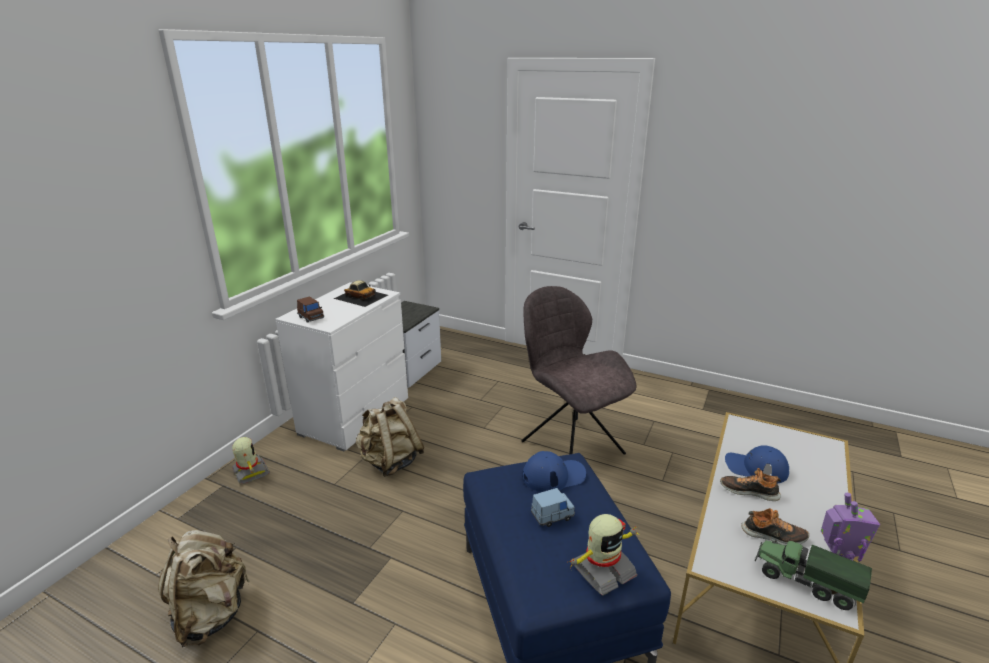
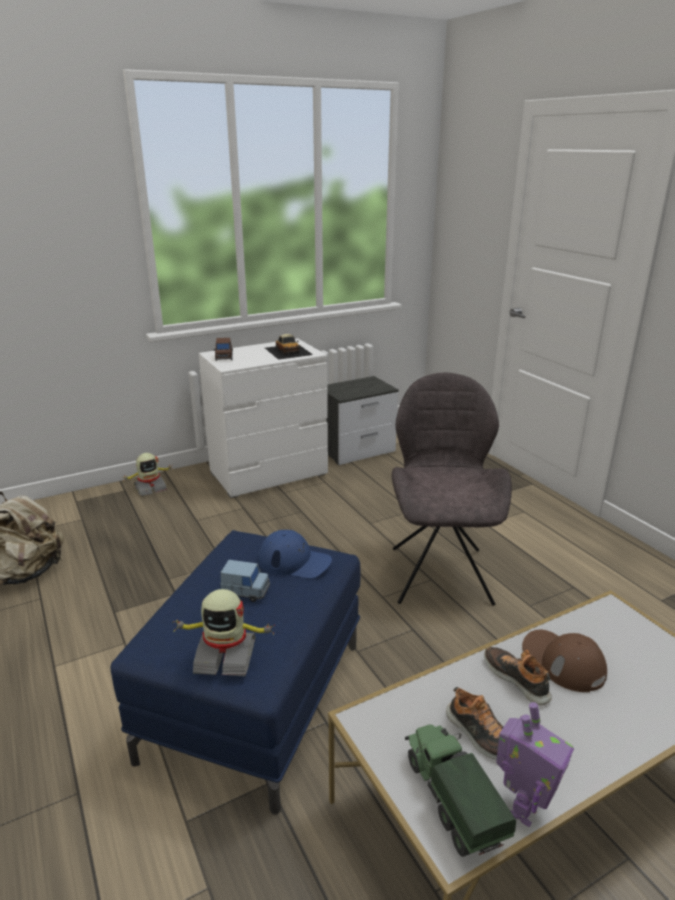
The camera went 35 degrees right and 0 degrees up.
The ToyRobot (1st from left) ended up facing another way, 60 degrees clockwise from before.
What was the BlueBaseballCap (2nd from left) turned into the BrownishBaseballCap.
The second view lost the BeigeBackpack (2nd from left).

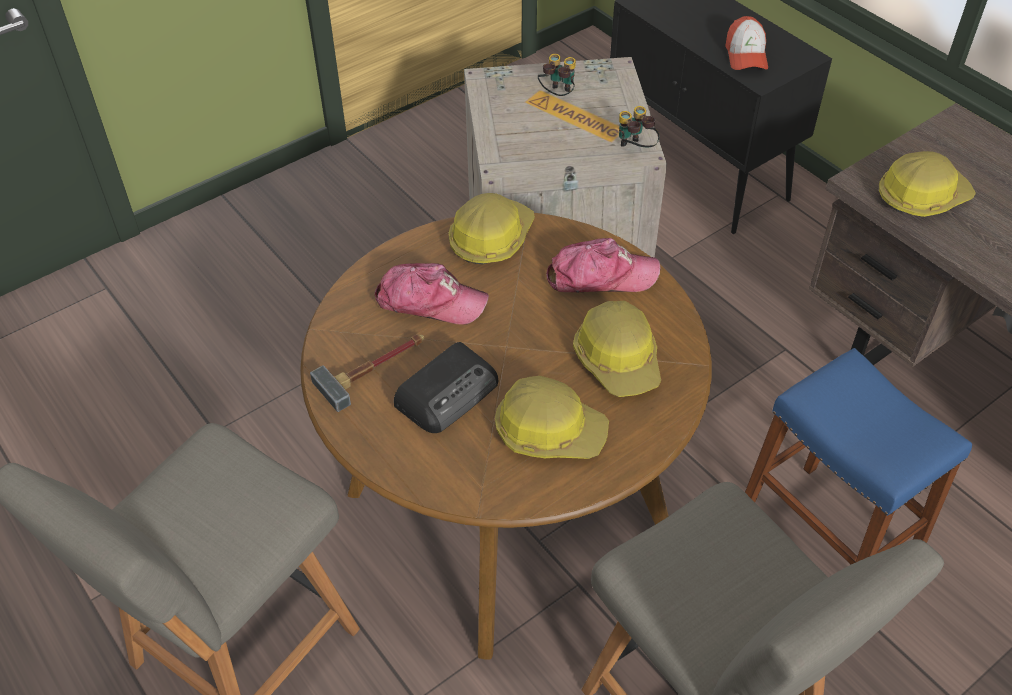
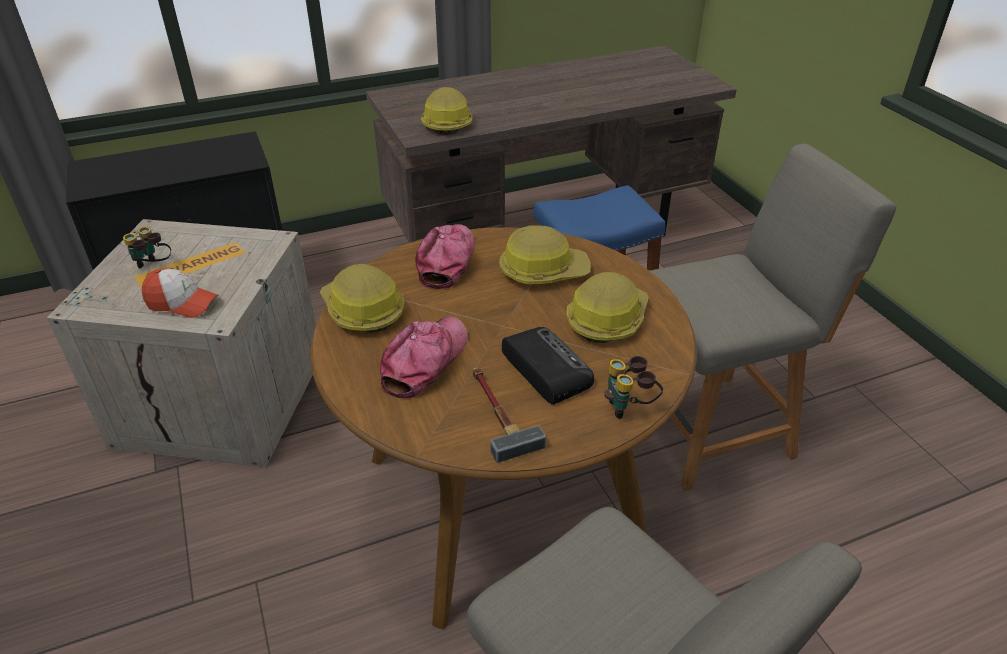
The camera went 75 degrees left and 10 degrees down.
The BaseballCap (3rd from left in the first image) ended up elsewhere.
The Binoculars (2nd from left) ended up elsewhere.

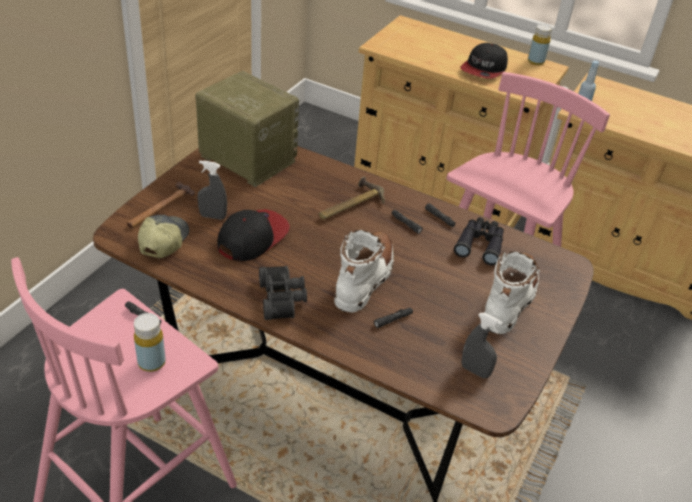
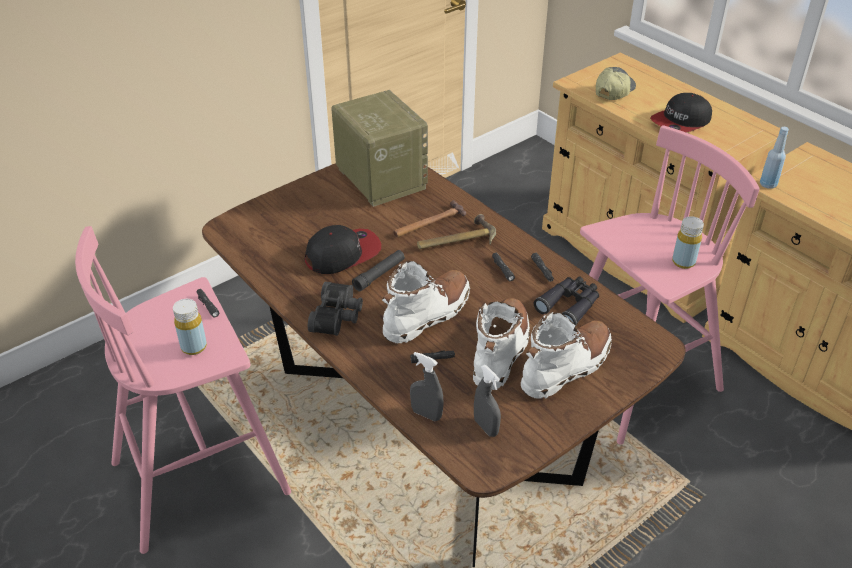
The camera went 25 degrees right and 0 degrees up.
The second view gained the BlackishHandTorch (2nd from left).
The ToolHammer (1st from left) ended up elsewhere.
The GraySprayBottle (1st from left) ended up elsewhere.
The second view gained the WhiteTallBoot (2nd from left).
The BaseballCap (1st from left in the first image) ended up elsewhere.
The YellowBeverageBottle (2nd from left) ended up elsewhere.

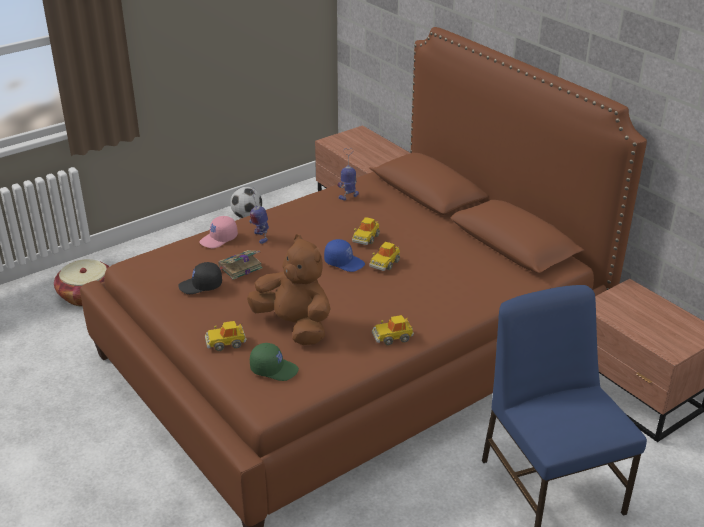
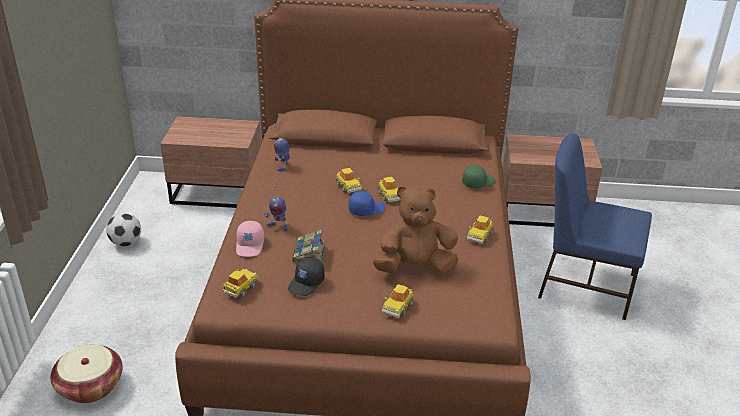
The camera went 50 degrees left and 0 degrees up.
The second view gained the ModelCar (1st from left).
The GreenBaseballCap ended up elsewhere.

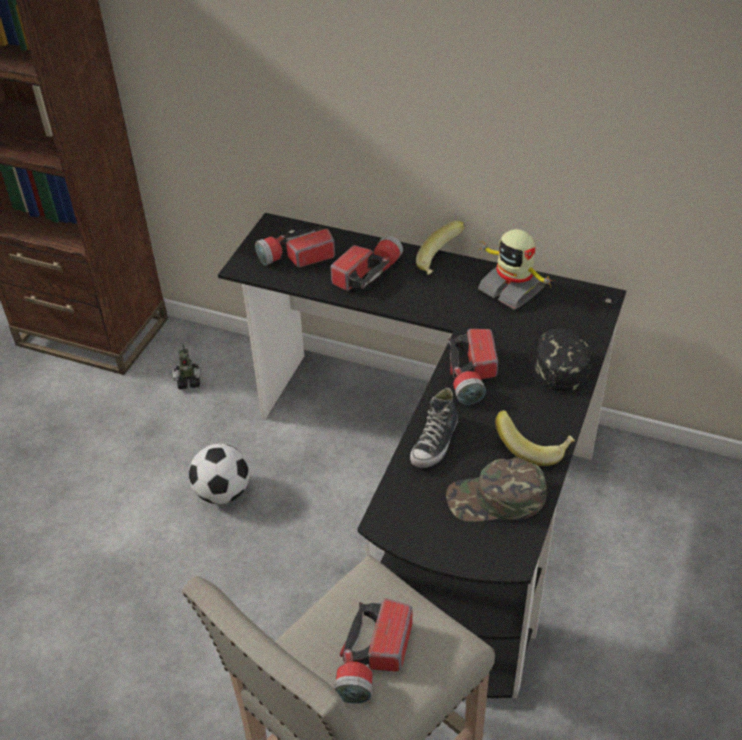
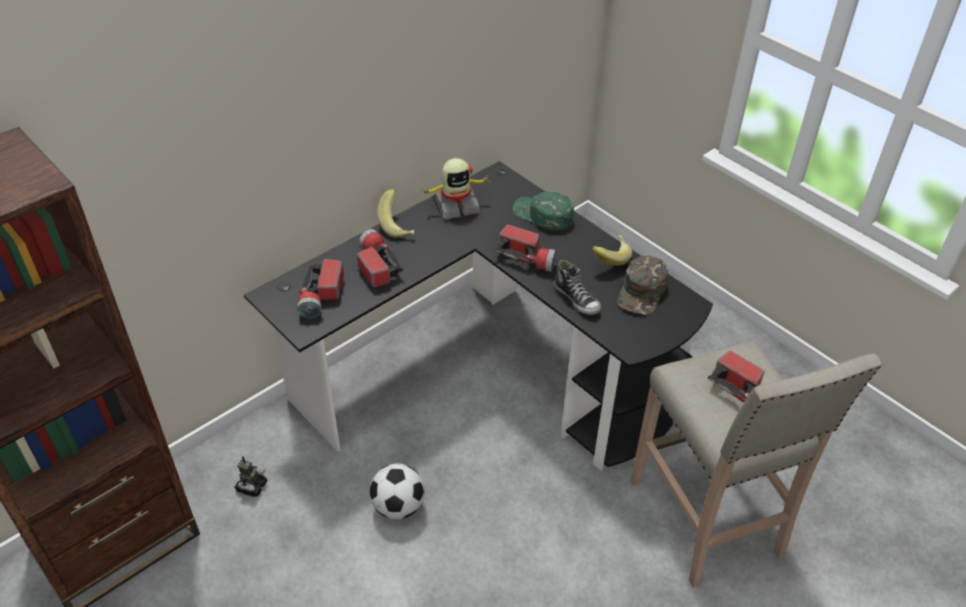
The camera went 65 degrees left and 0 degrees up.
What was the BlackishBaseballCap turned into the GreenBaseballCap (1st from left).

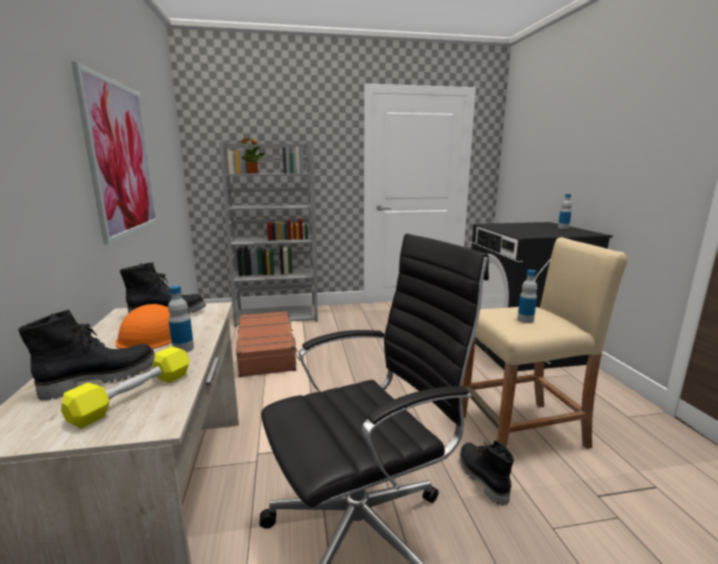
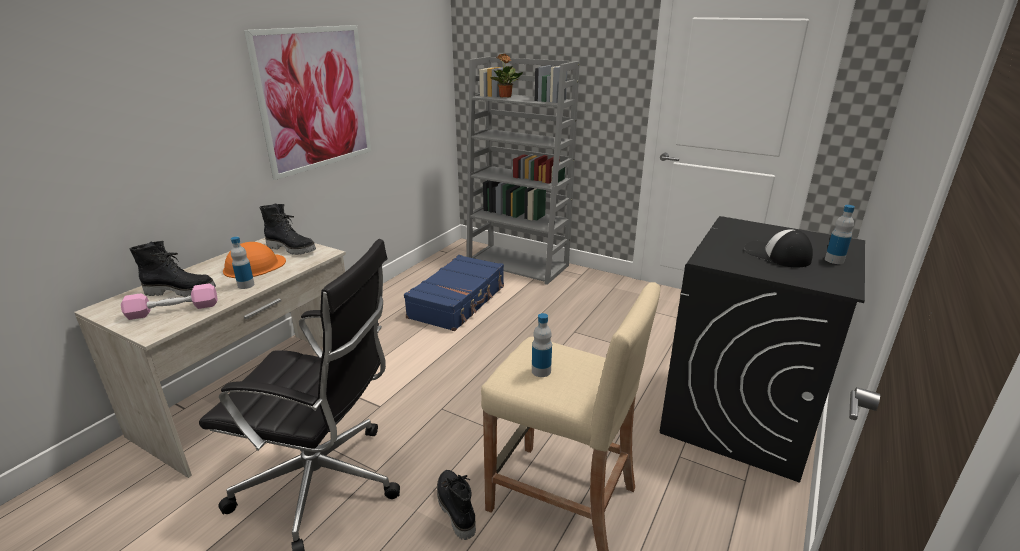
The camera went 40 degrees right and 10 degrees up.
What was the YellowHandWeight turned into the PinkHandWeight.
What was the BrownishPieceOfLuggage turned into the BluePieceOfLuggage.
The BlackishTallBoot (3rd from left) ended up facing another way, 45 degrees counterclockwise from before.
The second view gained the BaseballCap.

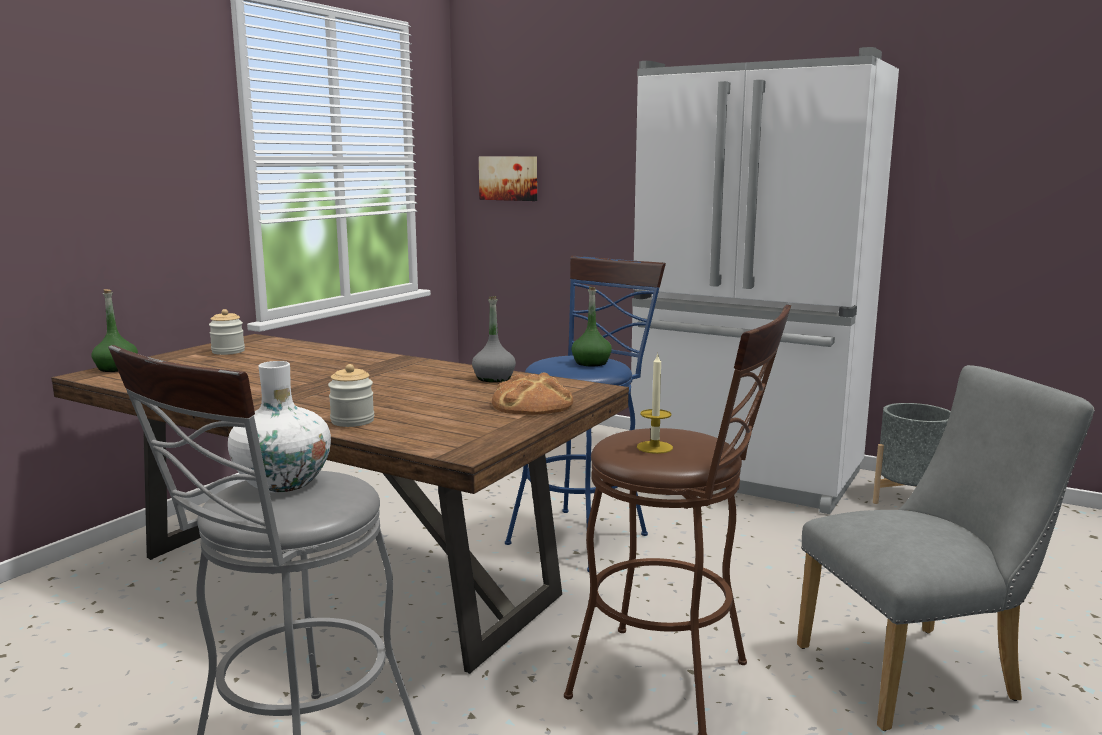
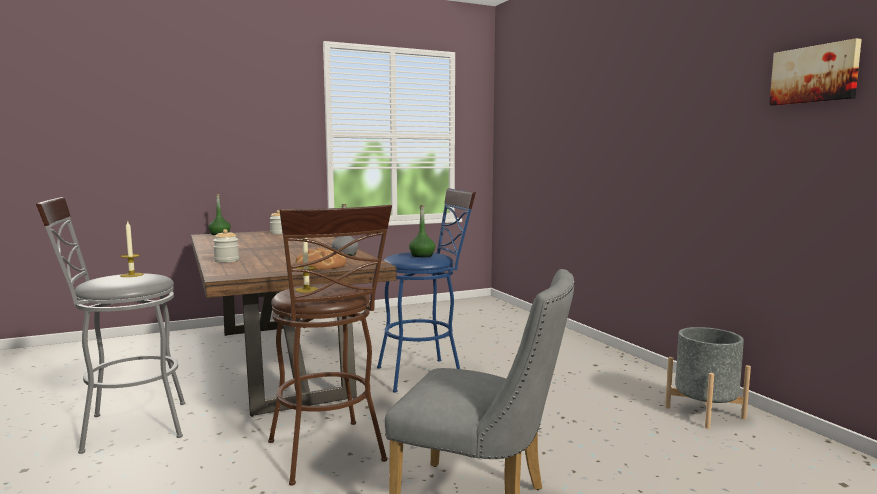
The camera went 35 degrees right and 5 degrees down.
Where the WhiteVase stood, the Candle (1st from left) came to stand.
The WallPicture ended up elsewhere.
The second view lost the WhiteRefrigerator.

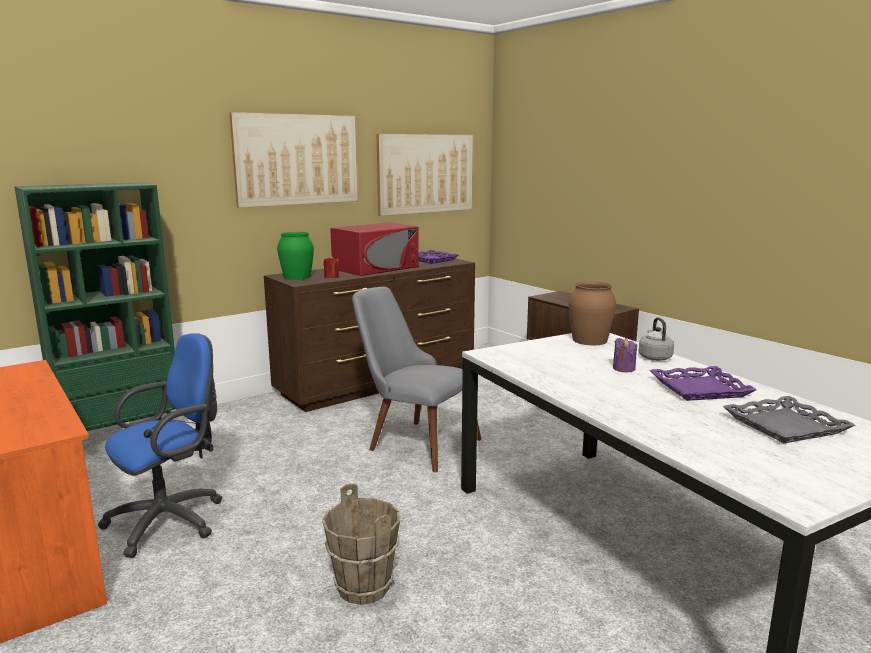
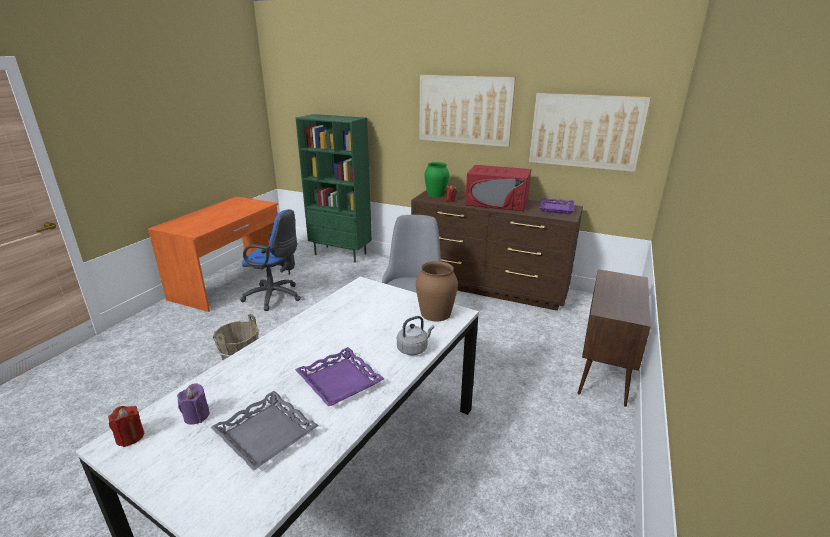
The camera went 60 degrees right and 10 degrees up.
The second view gained the RedCandle (1st from left).
The PurplishCandle ended up elsewhere.

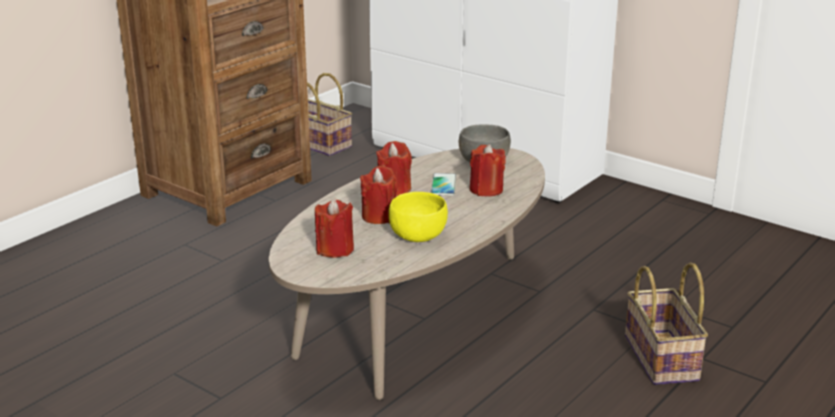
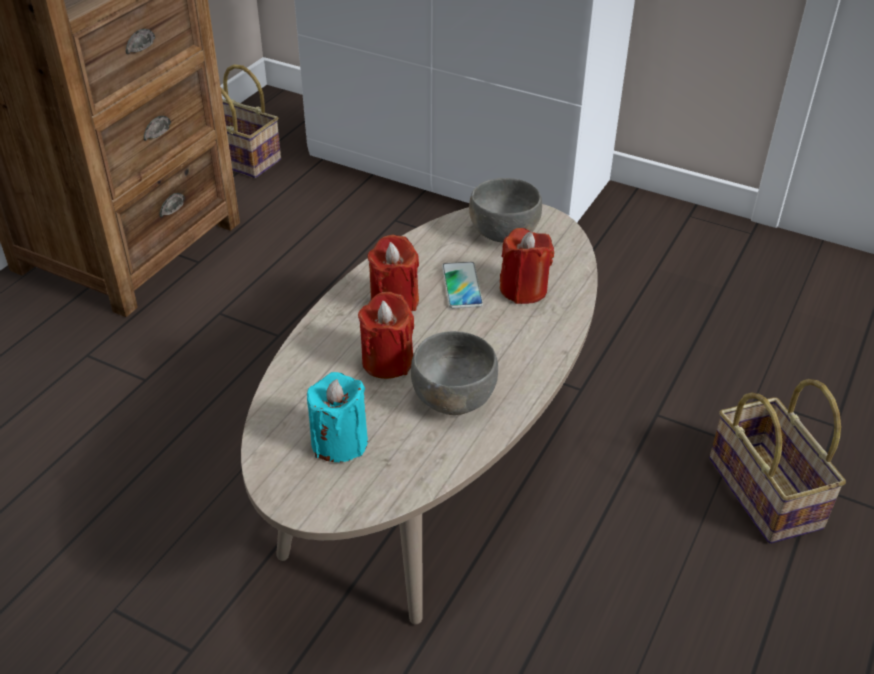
The camera went 10 degrees left and 15 degrees up.
What was the RedCandle (1st from left) turned into the BlueGreenCandle.
What was the YellowServingBowl turned into the GrayServingBowl (1st from left).

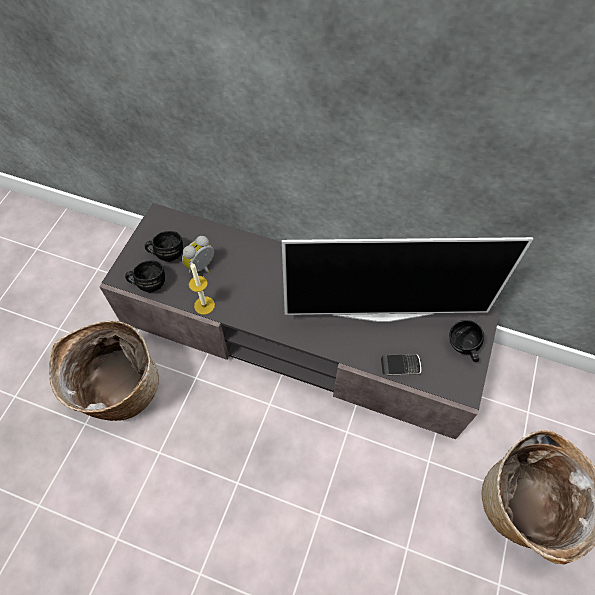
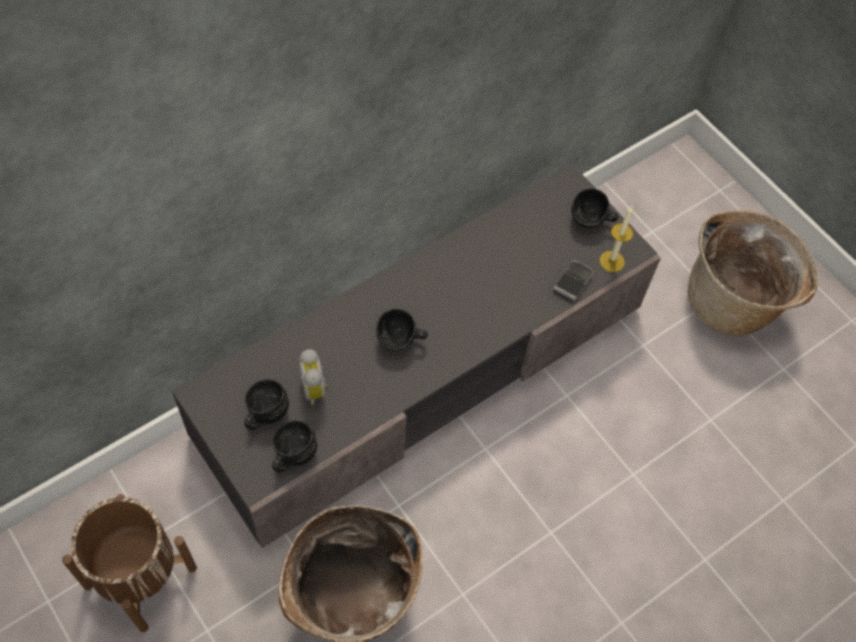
The camera went 60 degrees left and 0 degrees up.
The second view gained the BrownishFlowerPot.
The second view gained the BlackishMug (3rd from left).
The Candle ended up elsewhere.
The second view lost the TvSet.

